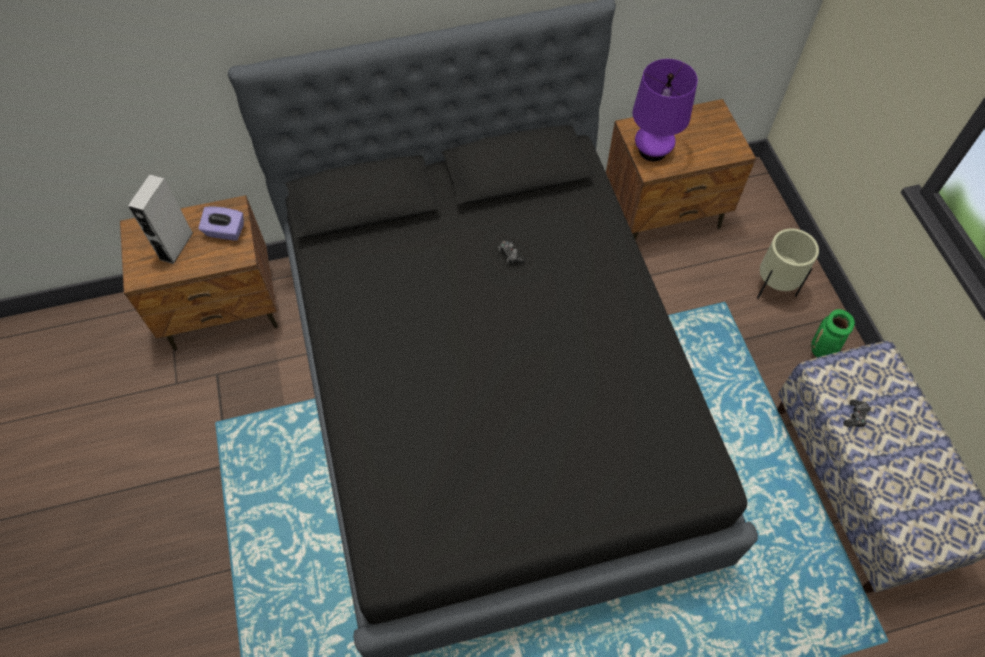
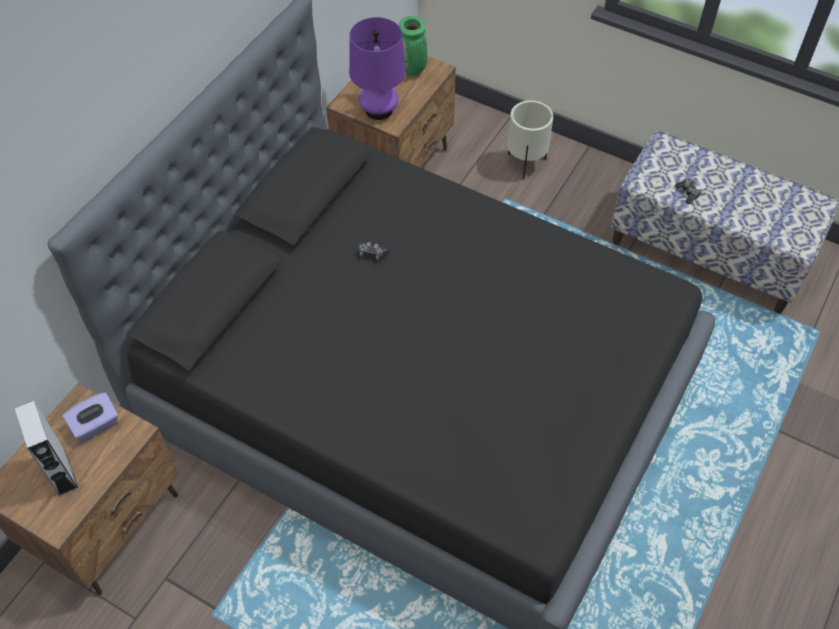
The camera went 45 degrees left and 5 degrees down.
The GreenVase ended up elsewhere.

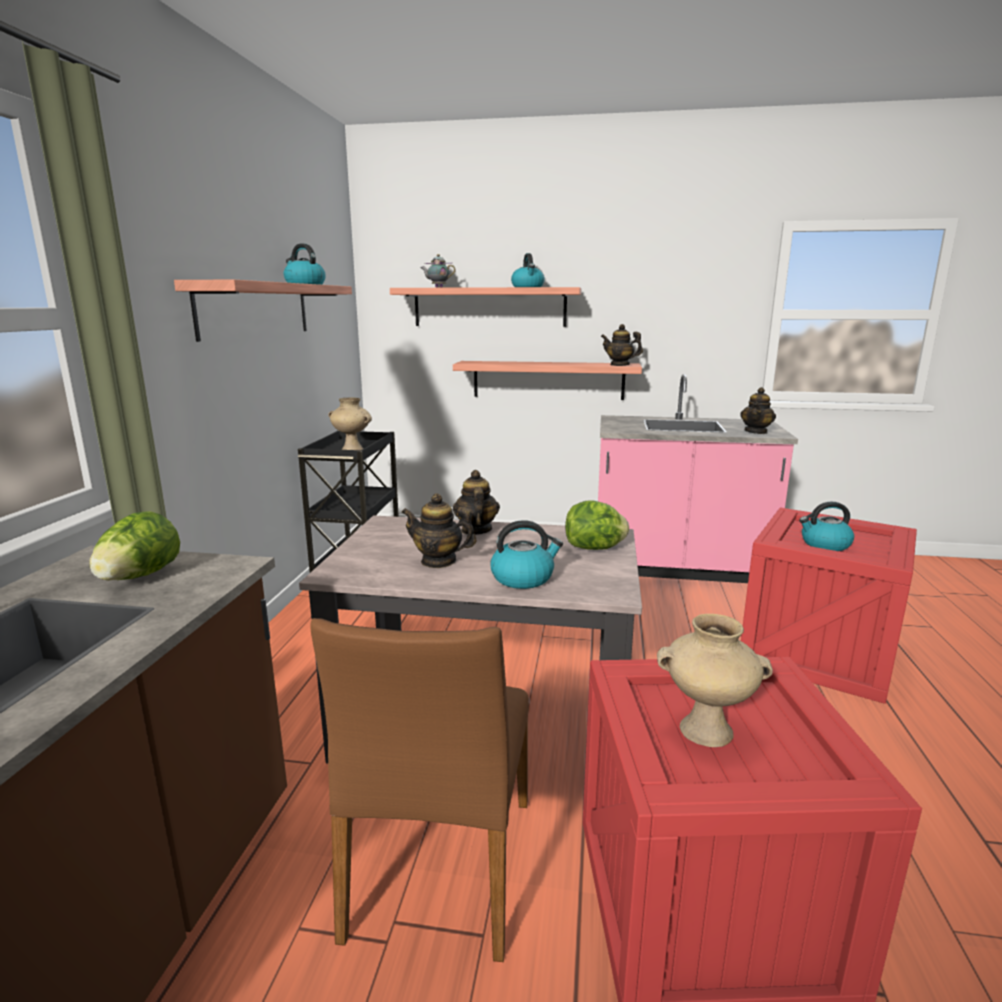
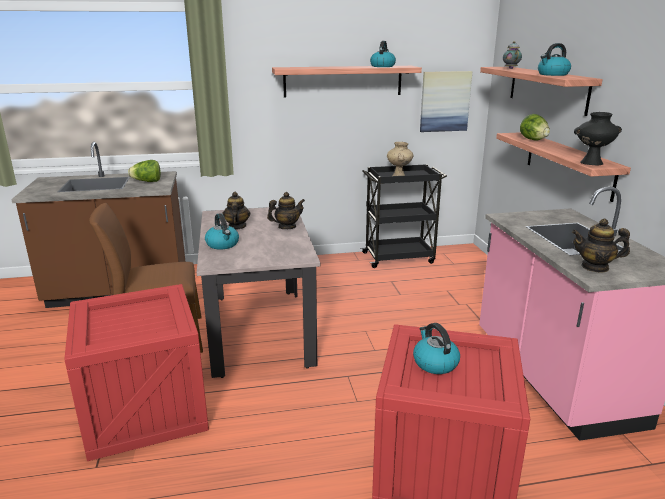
The camera went 70 degrees right and 5 degrees up.
The second view gained the WallPicture.
The Lettuce (2nd from left) ended up elsewhere.
Where the PotForTea (4th from left) stood, the BlackishVase came to stand.
The second view lost the BeigeVase (2nd from left).

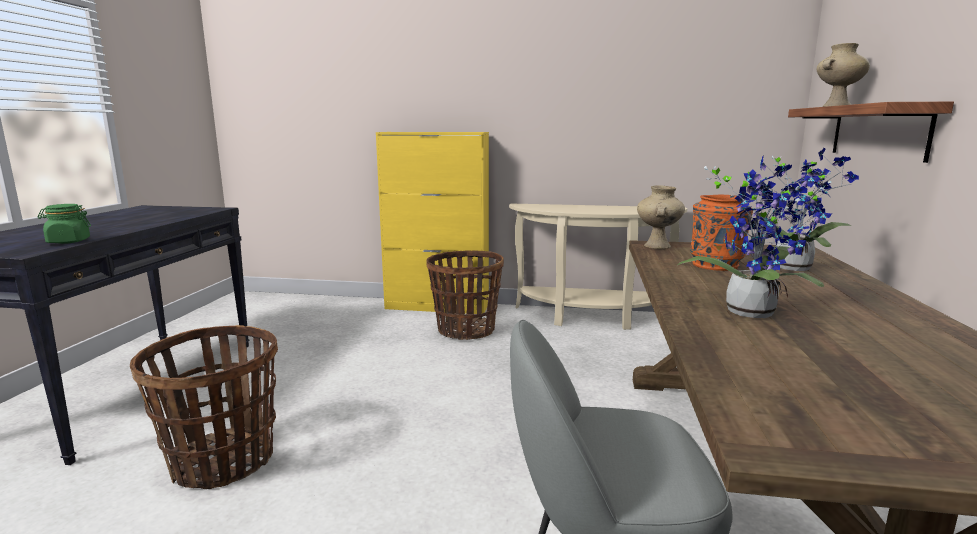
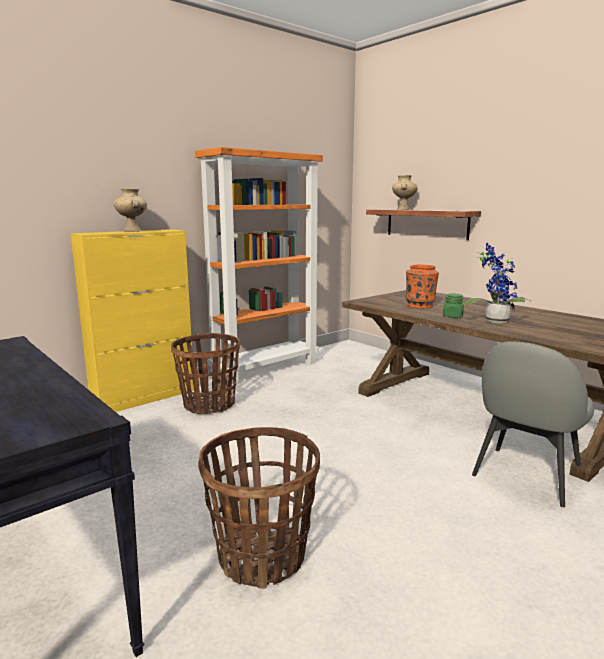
The camera went 50 degrees left and 0 degrees up.
The BeigeVase (1st from left) ended up elsewhere.
Where the BeigeConsoleTable stood, the OrangeShelvingUnit came to stand.
The GreenPreserveJar ended up elsewhere.
The second view lost the PottedPlant (2nd from left).

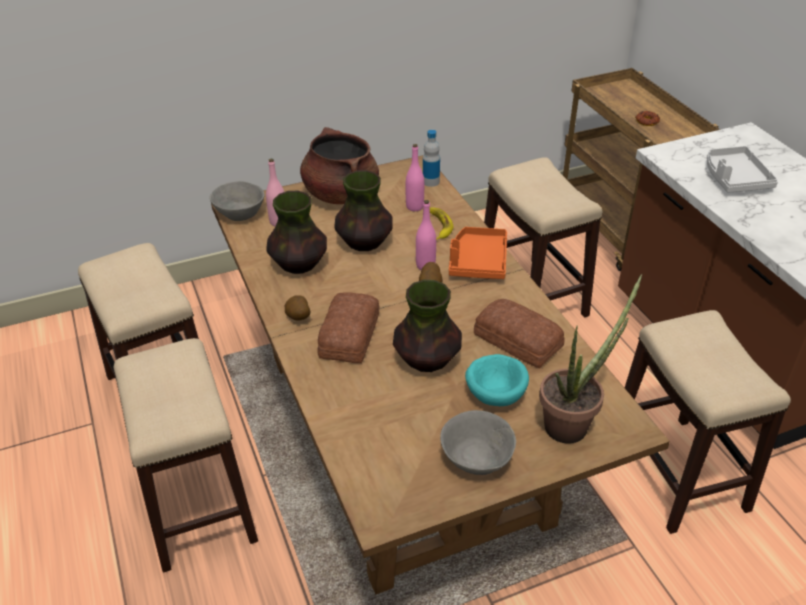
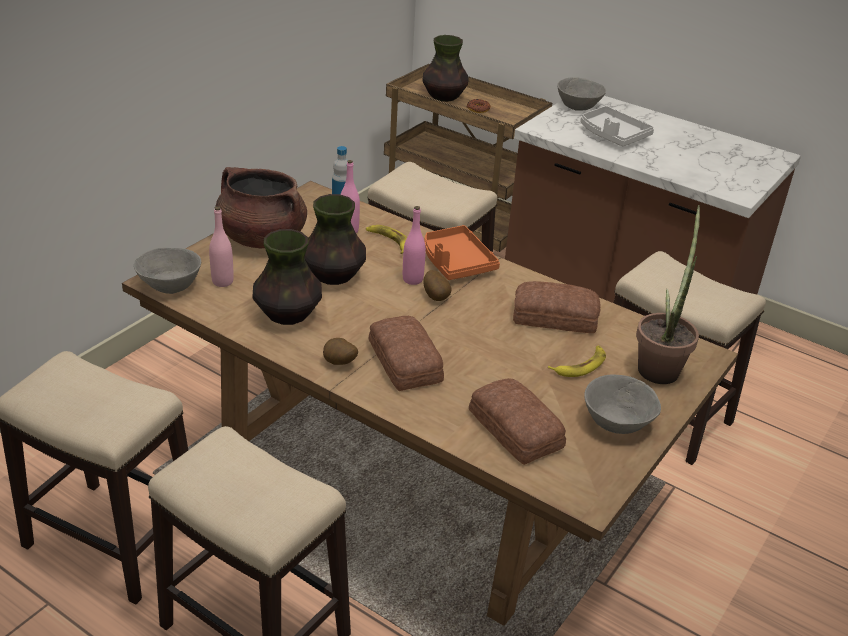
The camera went 35 degrees left and 5 degrees down.
The Vase (3rd from left) ended up elsewhere.
The second view gained the Bread (2nd from left).
Where the BlueGreenServingBowl stood, the BananaFruit (2nd from left) came to stand.
The second view gained the GrayServingBowl (2nd from left).

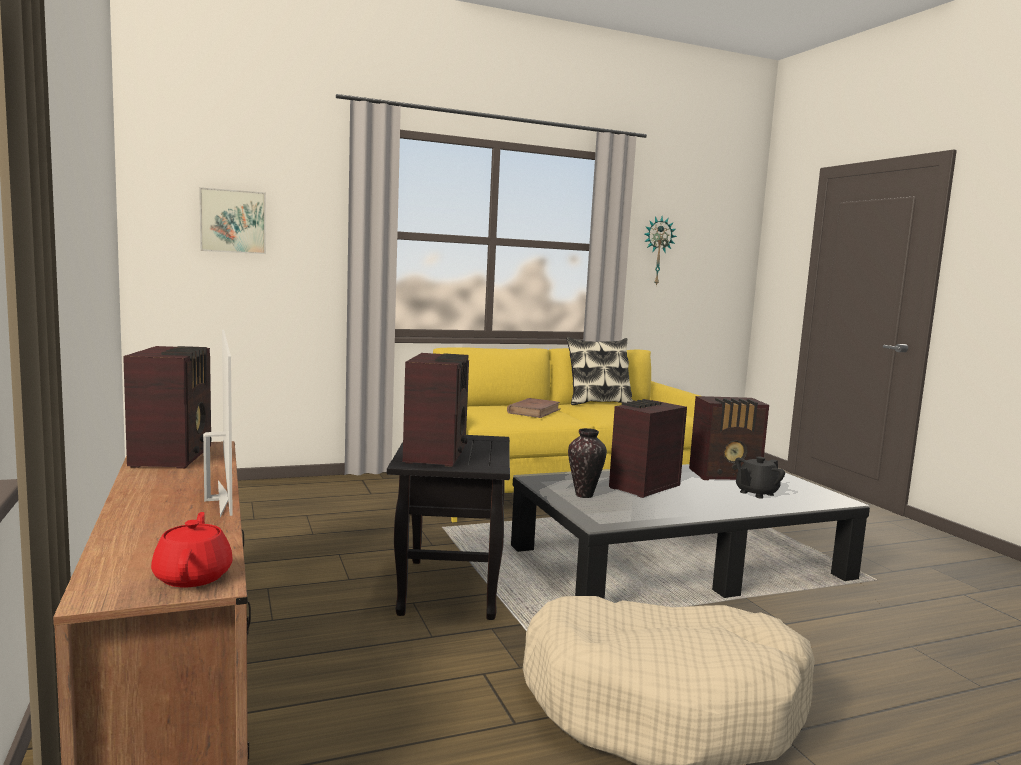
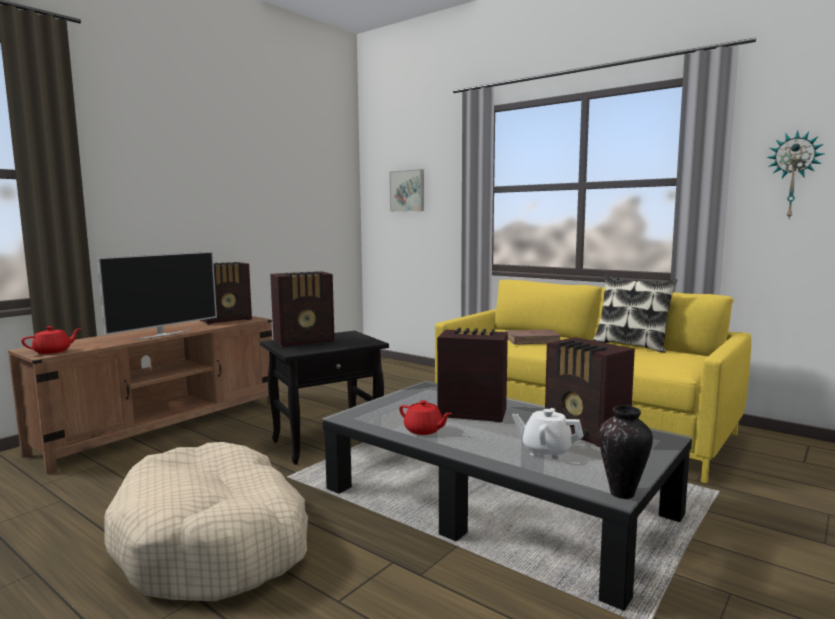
The camera went 60 degrees right and 0 degrees up.
The second view gained the RedPotForTea (2nd from left).
What was the BlackishPotForTea turned into the WhitePotForTea.
The Vase ended up elsewhere.

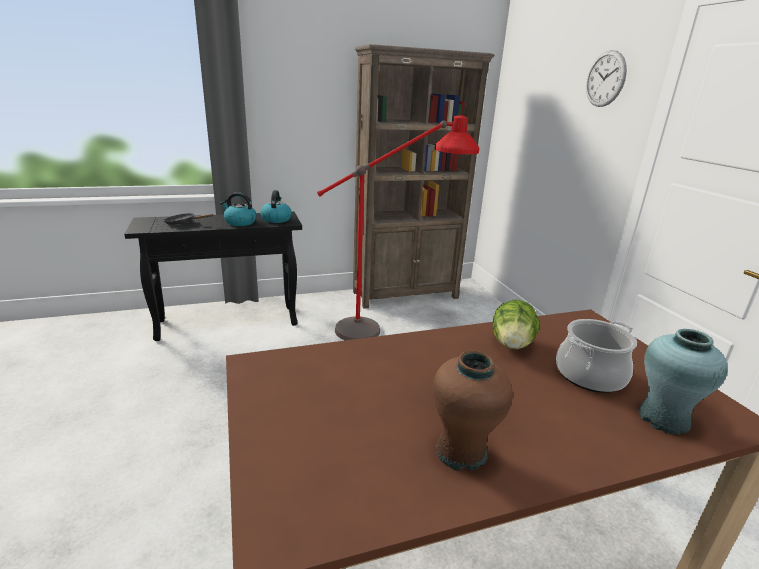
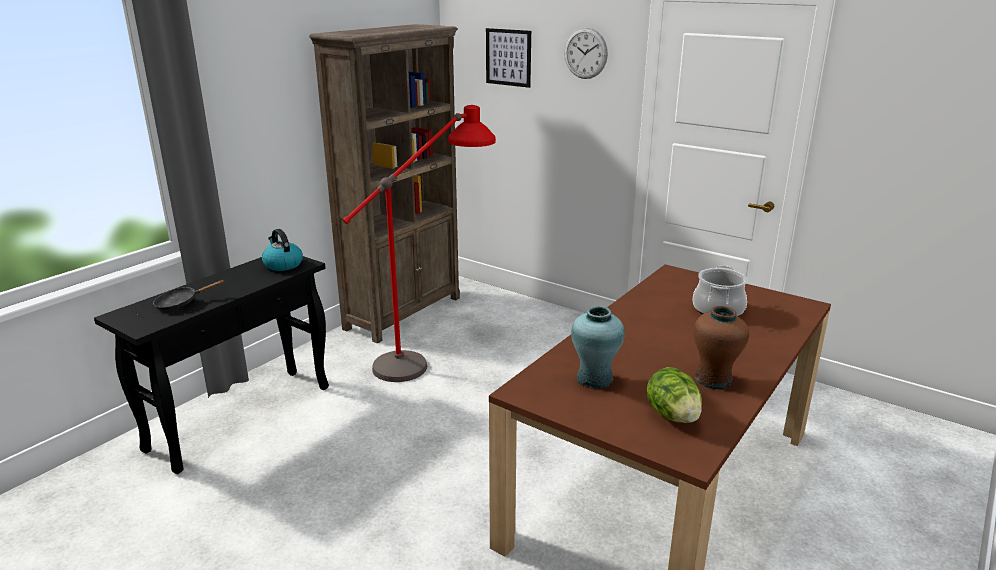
The camera went 35 degrees left and 0 degrees up.
The second view gained the WallPicture.
The BlueGreenVase ended up elsewhere.
The Lettuce ended up elsewhere.
The second view lost the TeaKettle (1st from left).

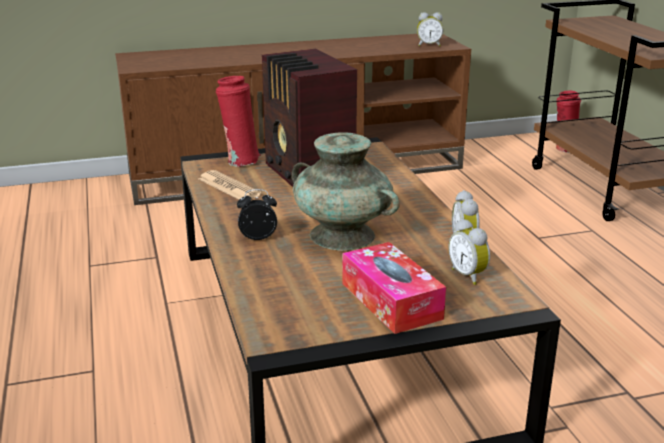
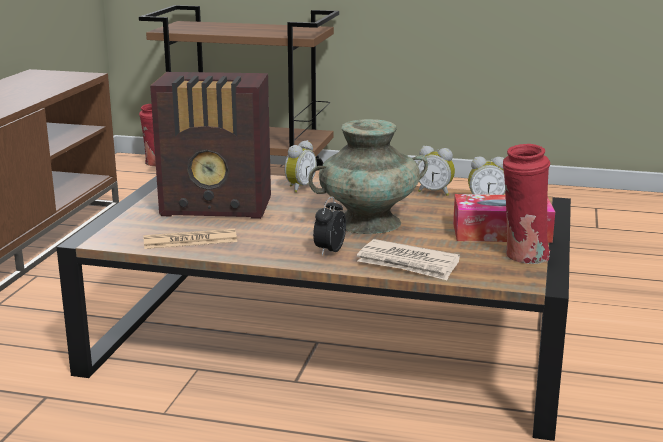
The camera went 60 degrees left and 5 degrees down.
The BedsideClock (2nd from left in the first image) ended up elsewhere.
The second view gained the DailyPaper (2nd from left).
The RedVase (1st from left in the first image) ended up elsewhere.

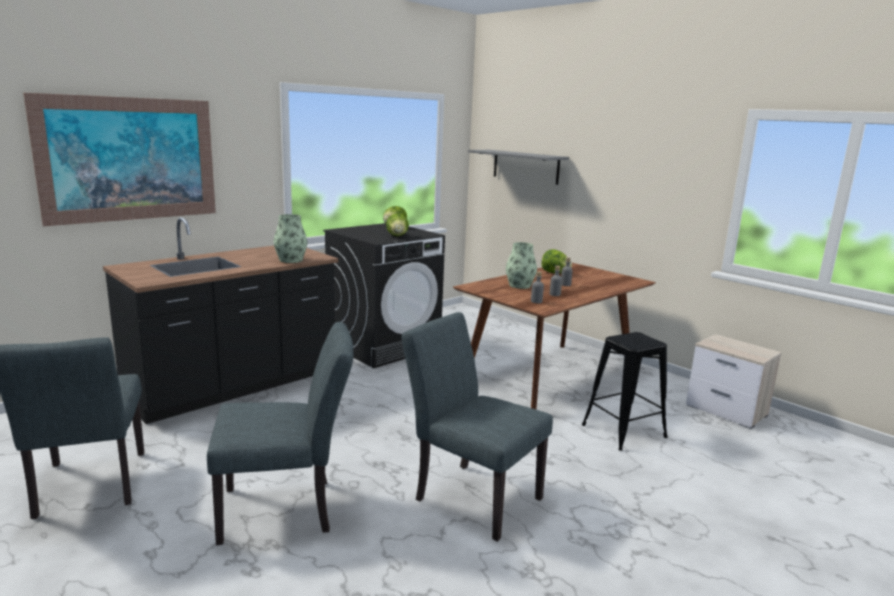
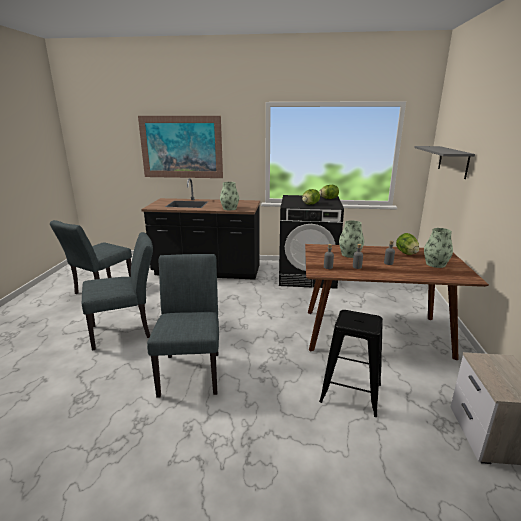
The camera went 50 degrees right and 5 degrees up.
The GrayPlainChair (2nd from left) ended up facing another way, 60 degrees counterclockwise from before.
The second view gained the Vase (3rd from left).

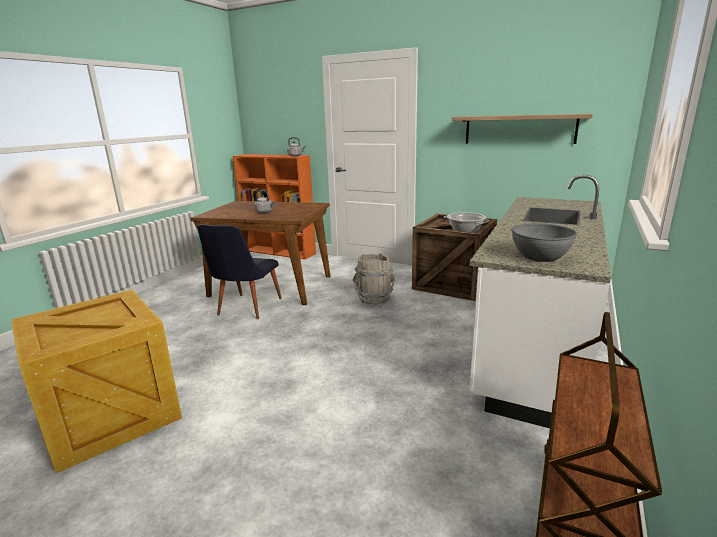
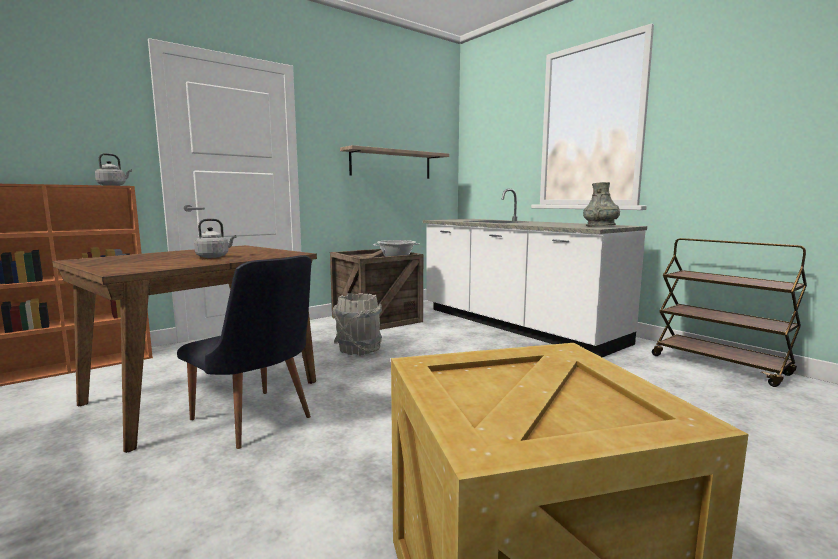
The camera went 65 degrees left and 10 degrees down.
Where the GrayServingBowl stood, the GrayVase came to stand.

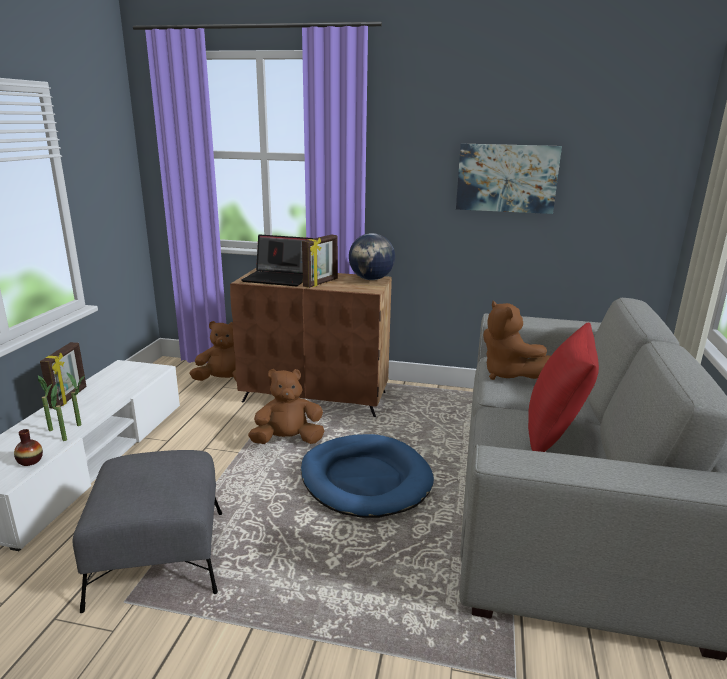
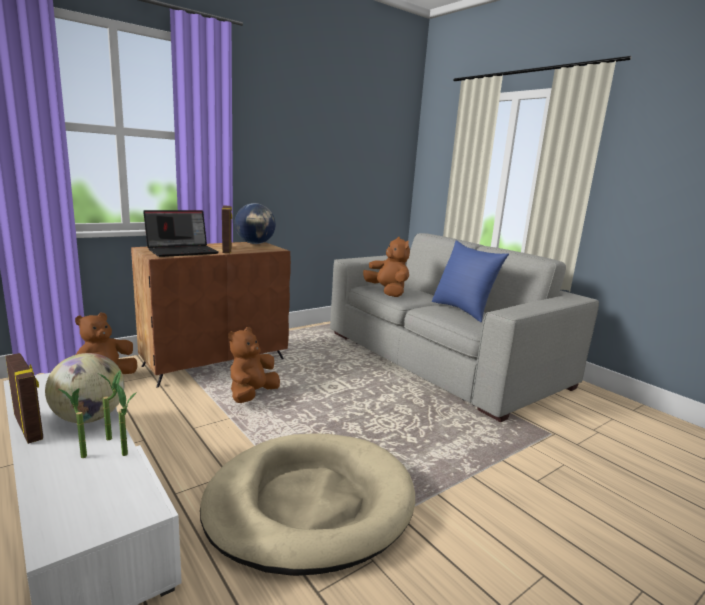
The camera went 50 degrees left and 5 degrees down.
The second view gained the DeskGlobe (1st from left).
Where the GrayFootrest stood, the BeigeDogBed came to stand.
The BrownishPlushToy (3rd from left) ended up facing another way, 135 degrees counterclockwise from before.
What was the RedPillow turned into the BluePillow.
The second view lost the Vase.
The second view lost the BlueDogBed.
The second view lost the WallPicture.

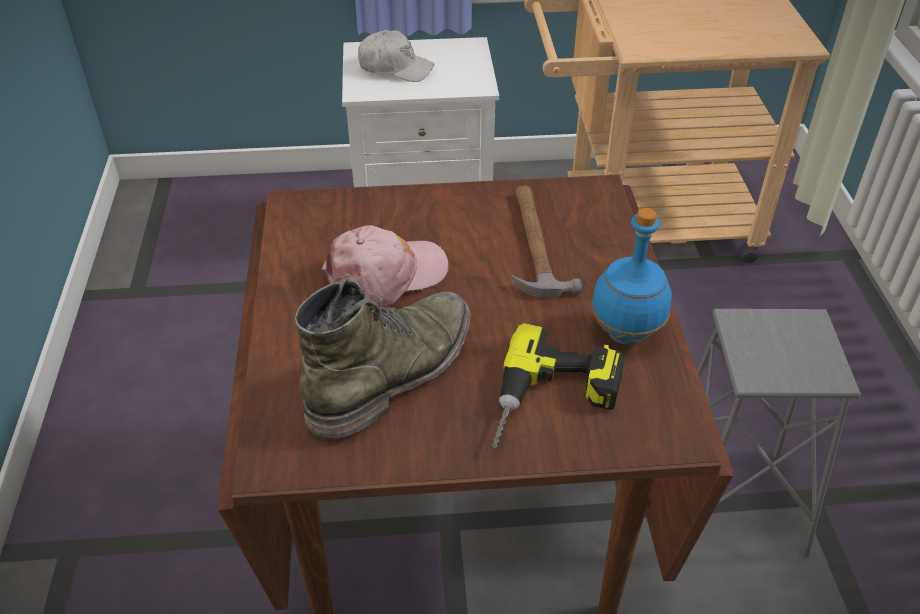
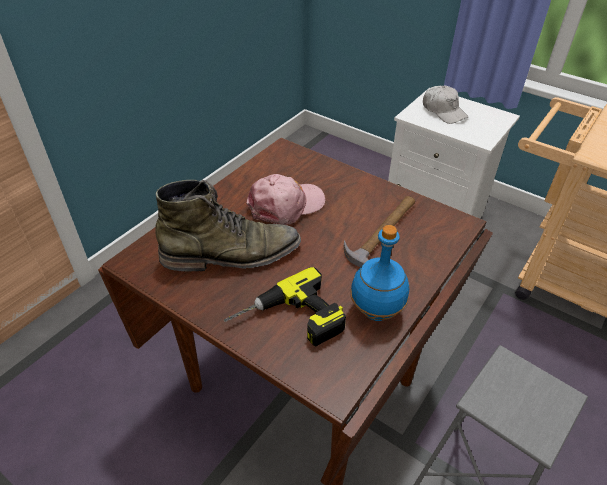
The camera went 40 degrees right and 0 degrees up.
The PinkBaseballCap ended up facing another way, 45 degrees counterclockwise from before.

